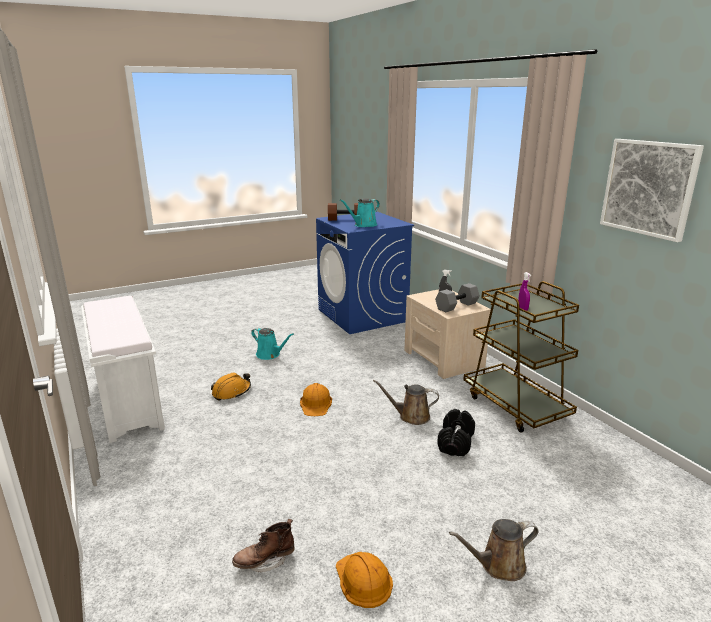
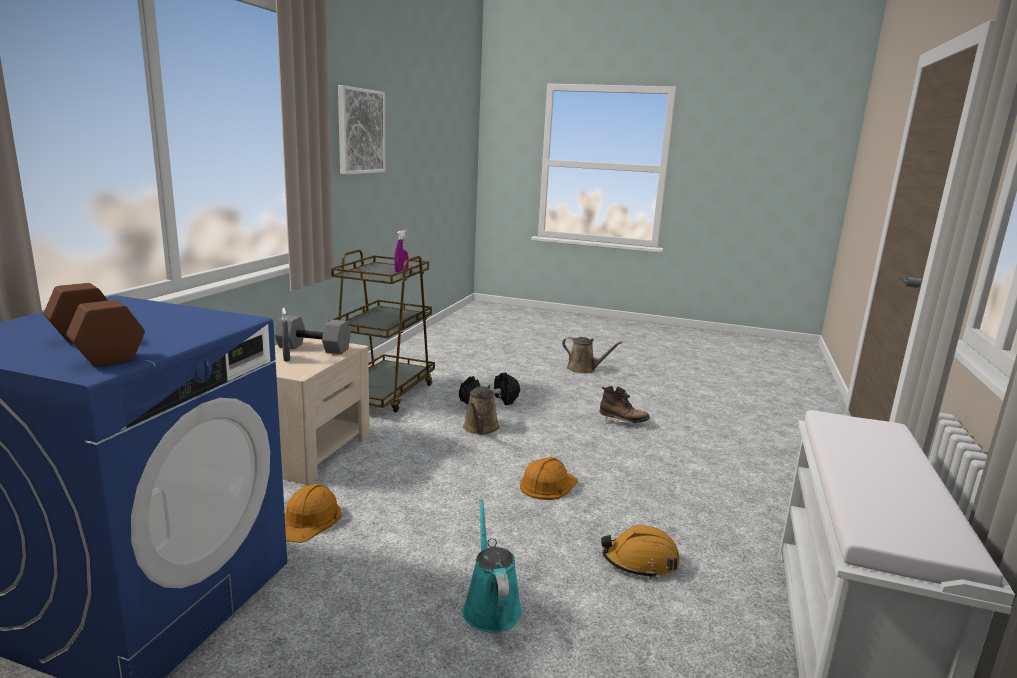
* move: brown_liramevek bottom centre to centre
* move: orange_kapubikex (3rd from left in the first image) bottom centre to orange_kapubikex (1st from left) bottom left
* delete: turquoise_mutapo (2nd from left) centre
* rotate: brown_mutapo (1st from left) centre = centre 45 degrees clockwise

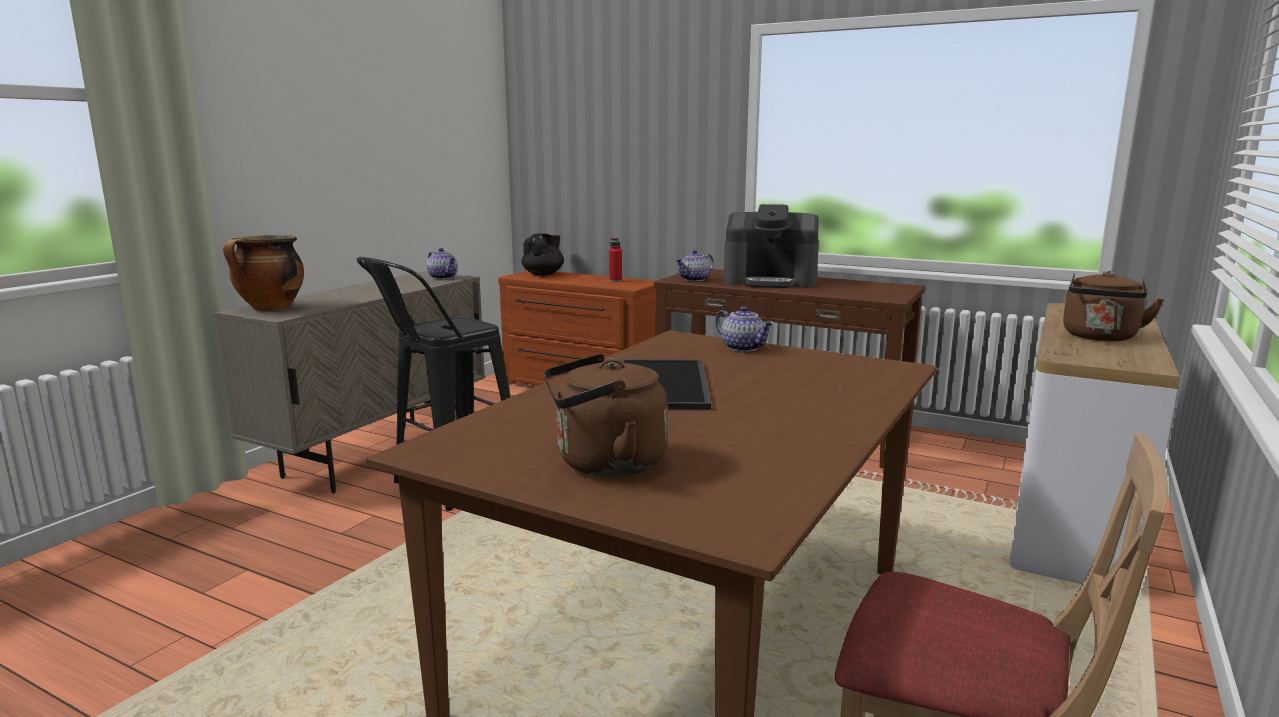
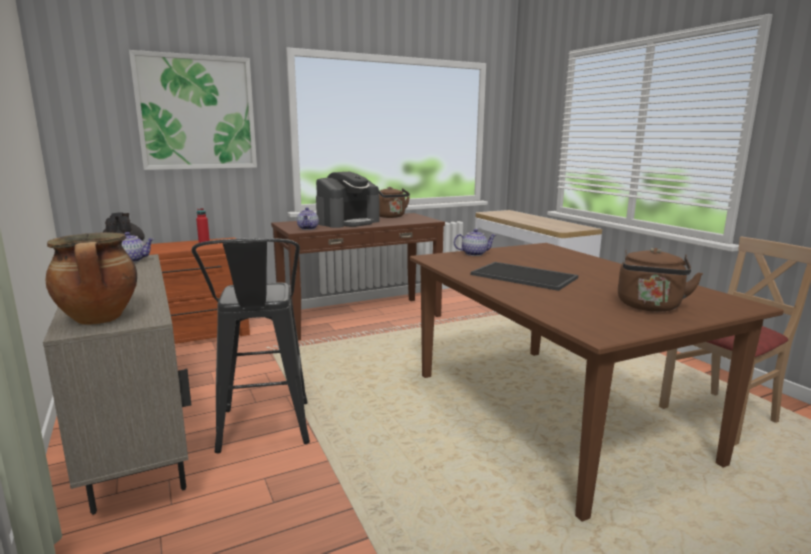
* move: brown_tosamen (2nd from left in the first image) middle right to brown_tosamen (1st from left) centre
* insert: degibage top left

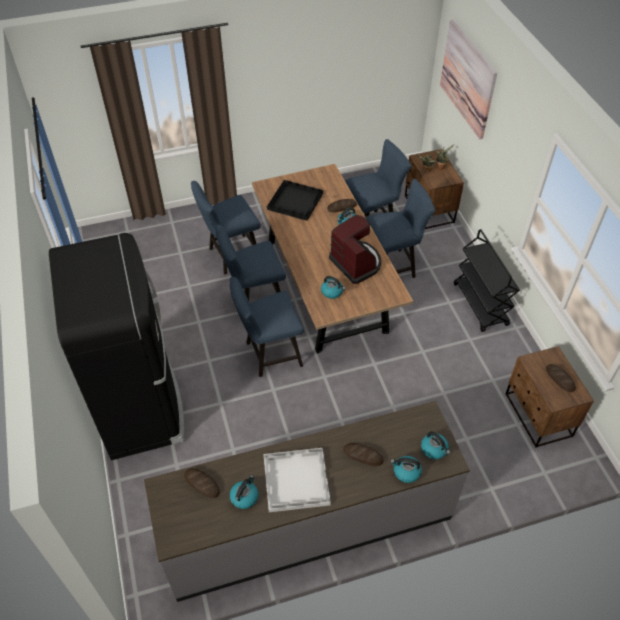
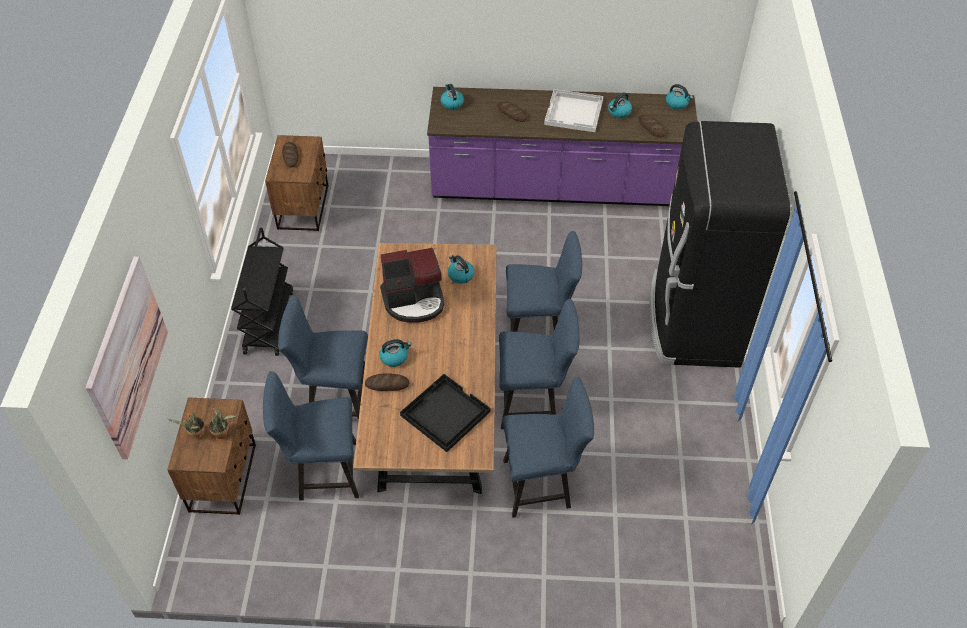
* recolor: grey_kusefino bottom centre to purple_kusefino top centre
* rotate: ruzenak centre = centre 90 degrees counterclockwise
* move: tosamen (4th from left in the first image) bottom centre to tosamen (5th from left) top right

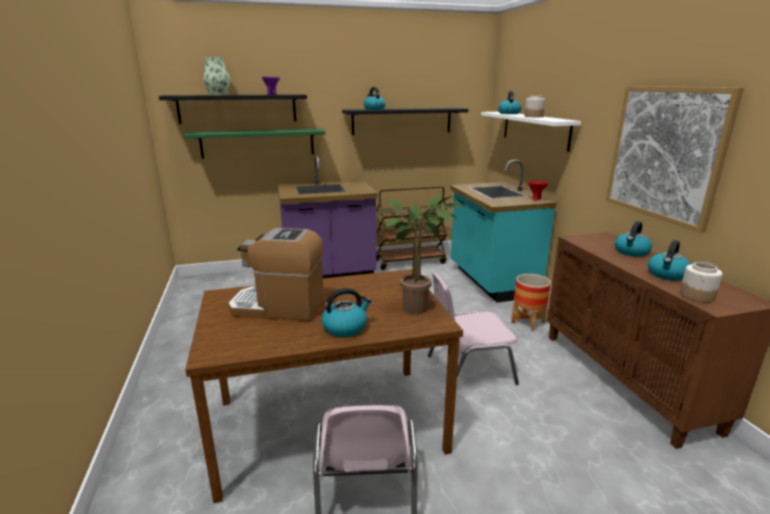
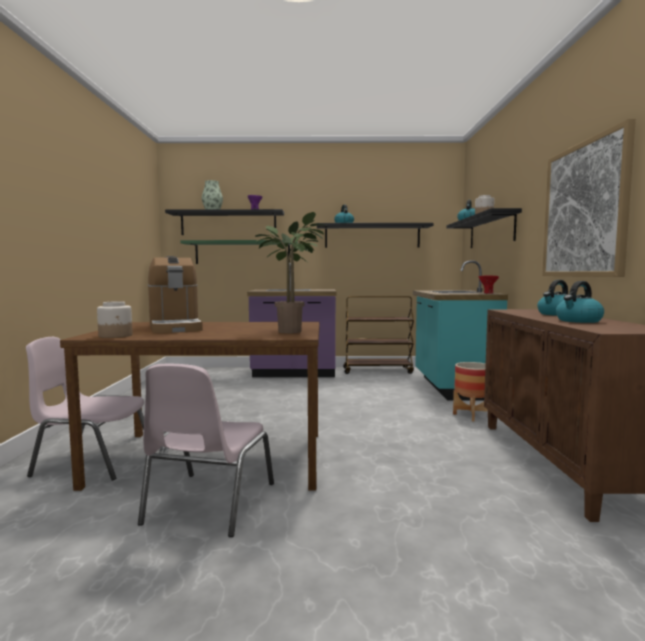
* rotate: ruzenak centre = middle left 135 degrees counterclockwise
* delete: tosamen (1st from left) centre
* move: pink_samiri (2nd from left in the first image) centre to pink_samiri (1st from left) middle left
* recolor: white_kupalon top right to black_kupalon (3rd from left) middle right
* move: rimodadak (2nd from left in the first image) middle right to rimodadak (1st from left) middle left

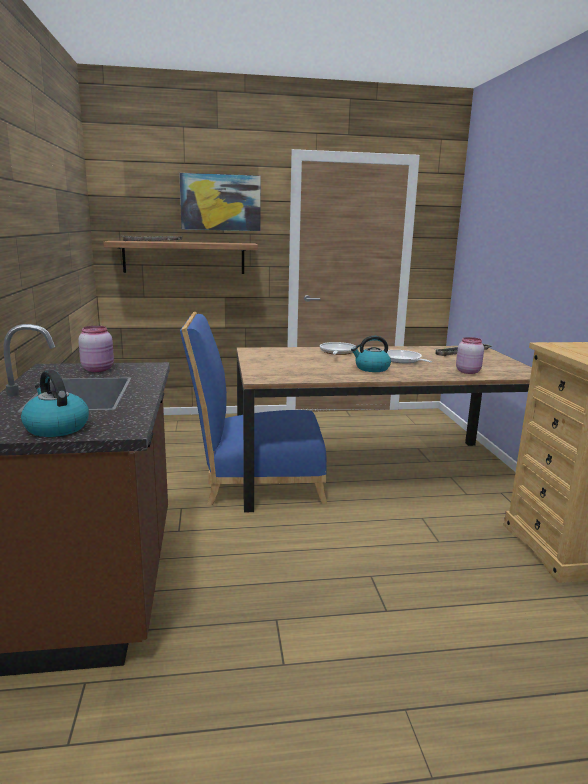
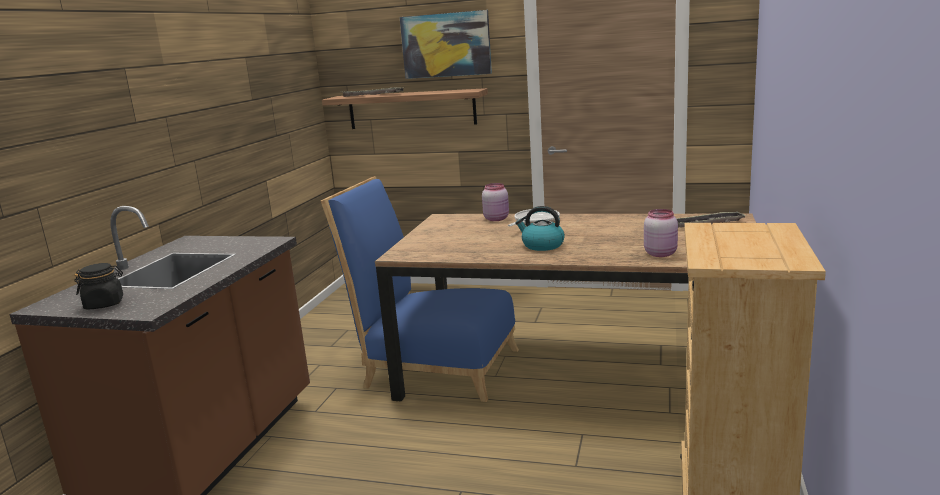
* replace: tosamen (1st from left) middle left to black_rimodadak middle left
* move: pink_rimodadak (1st from left) middle left to centre
* delete: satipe (2nd from left) middle right

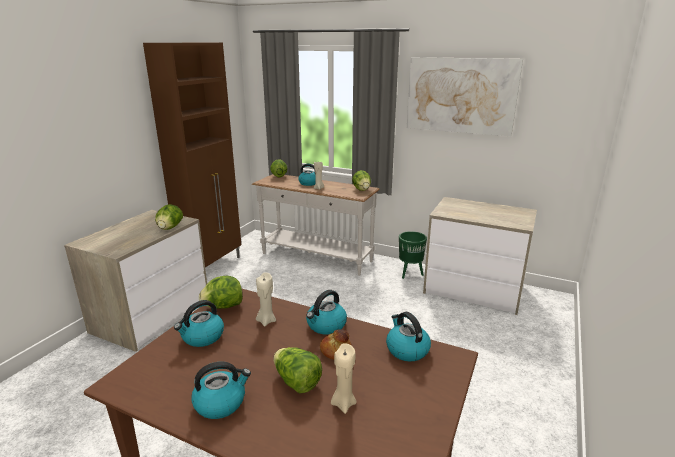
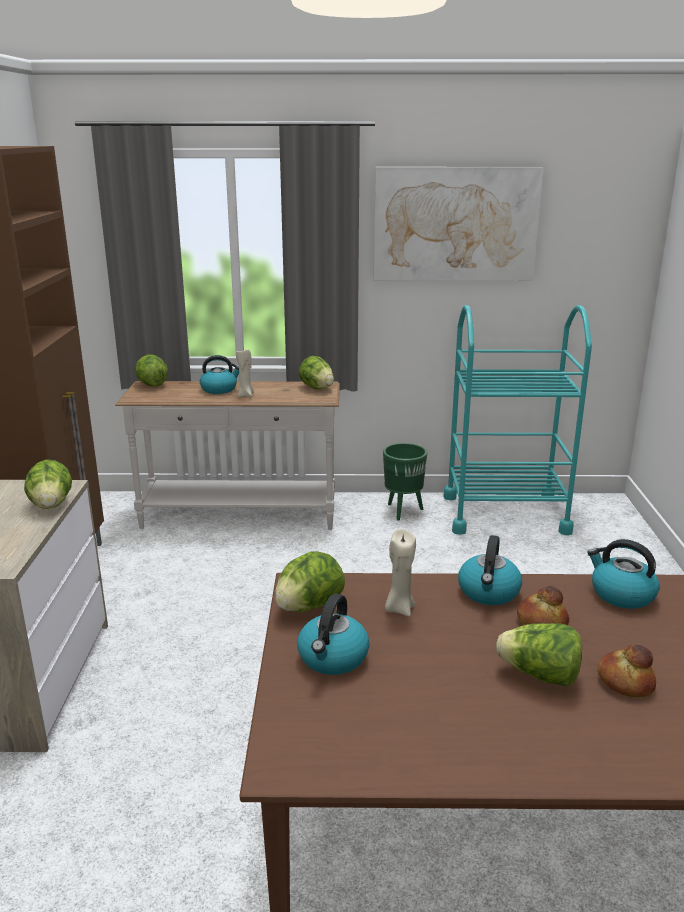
* delete: tosamen (2nd from left) bottom left
* replace: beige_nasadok (3rd from left) bottom centre to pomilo (2nd from left) bottom right
* replace: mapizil (2nd from left) middle right to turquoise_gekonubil middle right

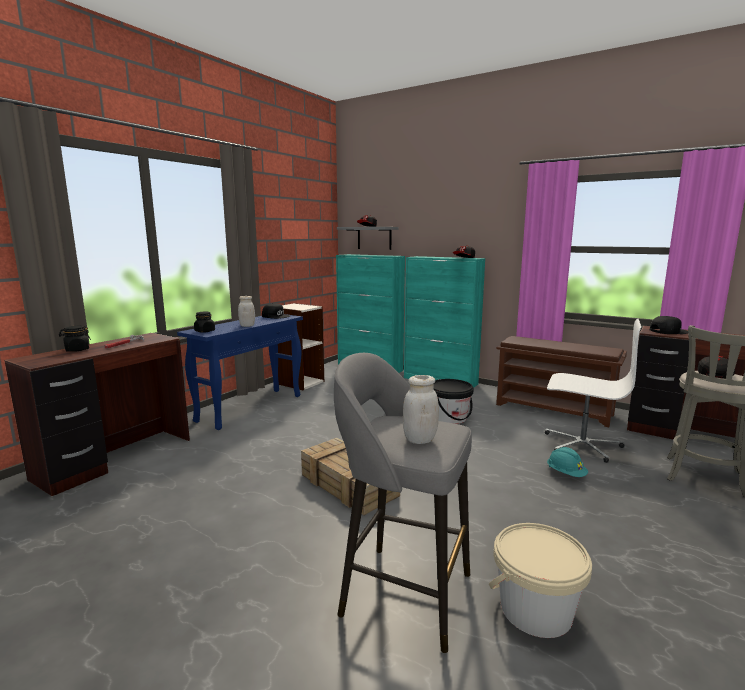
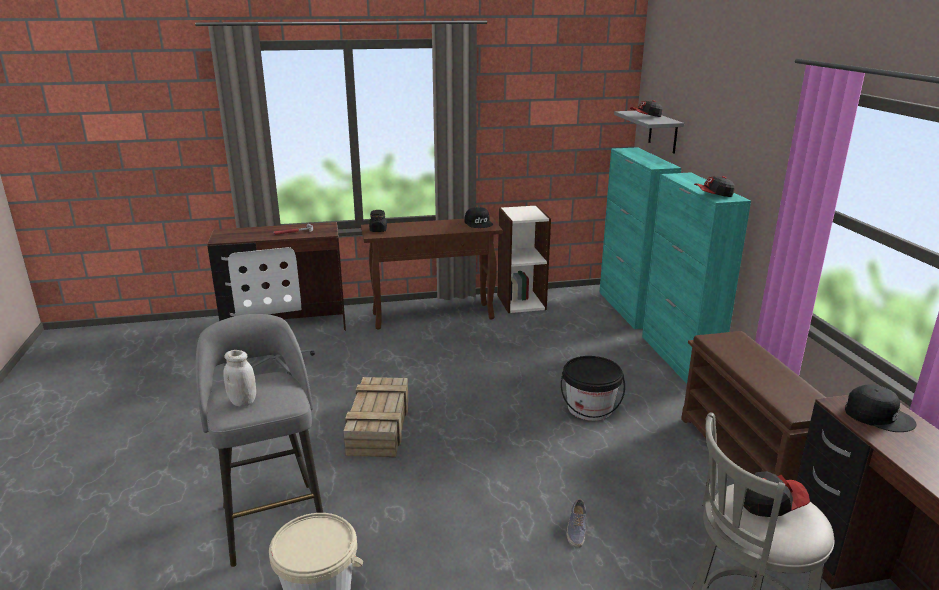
* delete: black_rimodadak (1st from left) middle left
* recolor: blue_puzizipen middle left to brown_puzizipen centre
* delete: white_rimodadak (1st from left) middle left
* move: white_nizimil middle right to middle left
* replace: turquoise_kapubikex bottom right to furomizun bottom centre

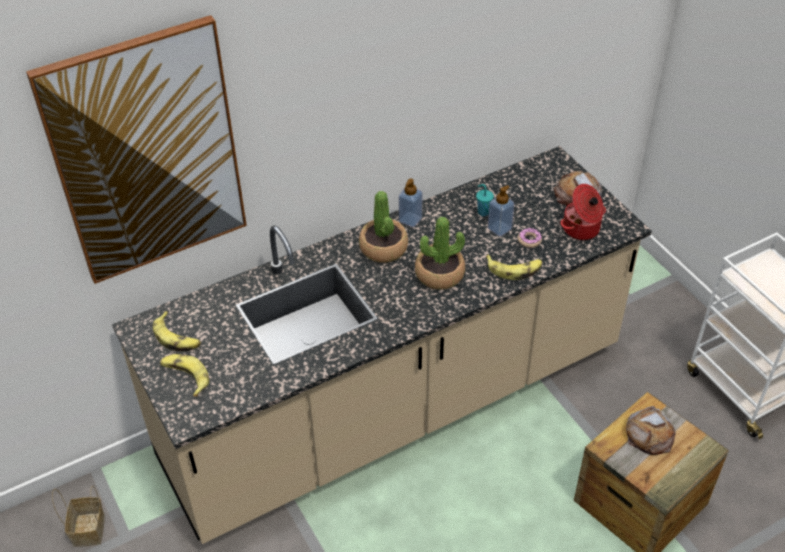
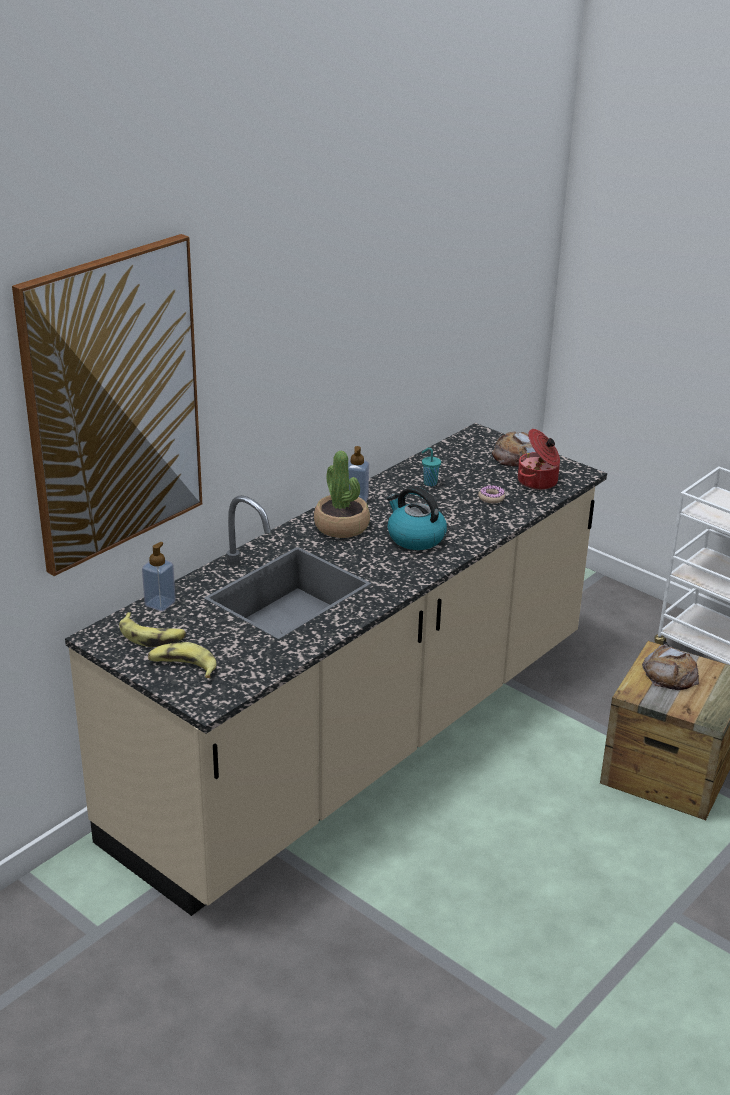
* delete: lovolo bottom left
* replace: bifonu (2nd from left) centre to tosamen centre
* delete: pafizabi (3rd from left) centre
* move: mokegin (2nd from left in the first image) centre to mokegin (1st from left) middle left

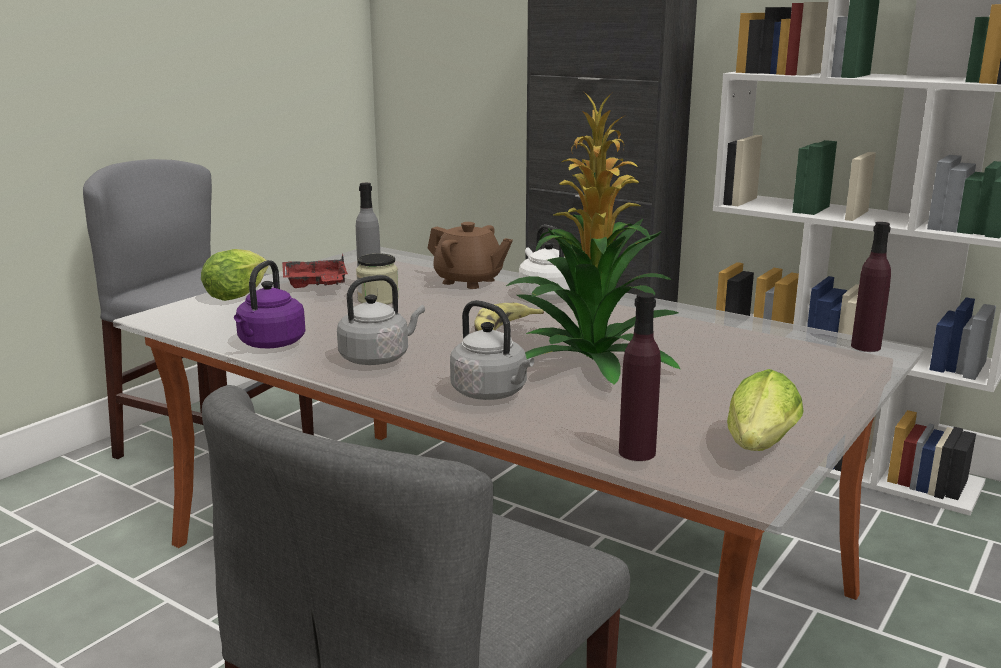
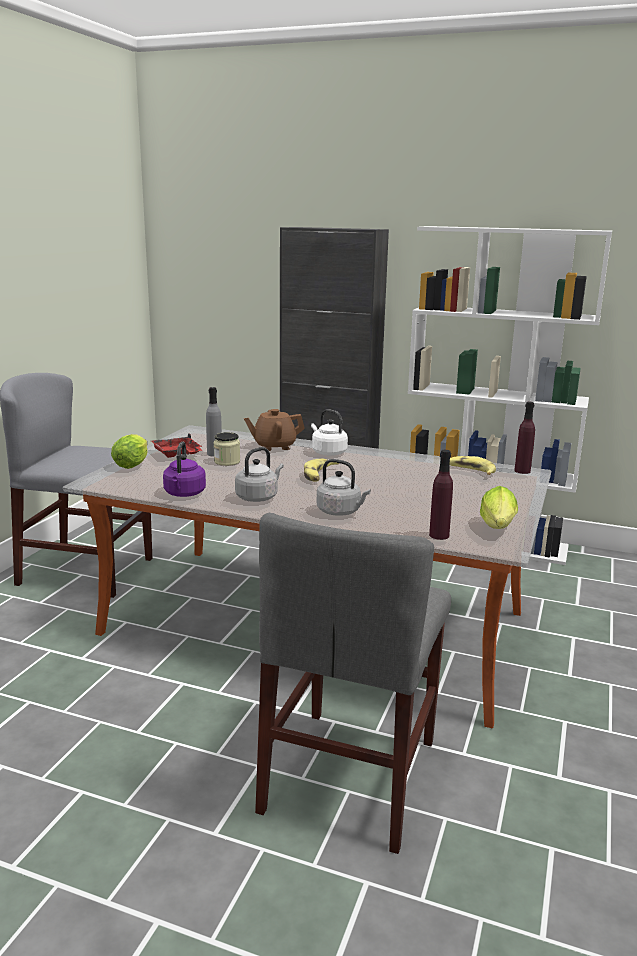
* rotate: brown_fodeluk centre = centre 150 degrees clockwise
* delete: bifonu centre
* insert: pafizabi (2nd from left) middle right

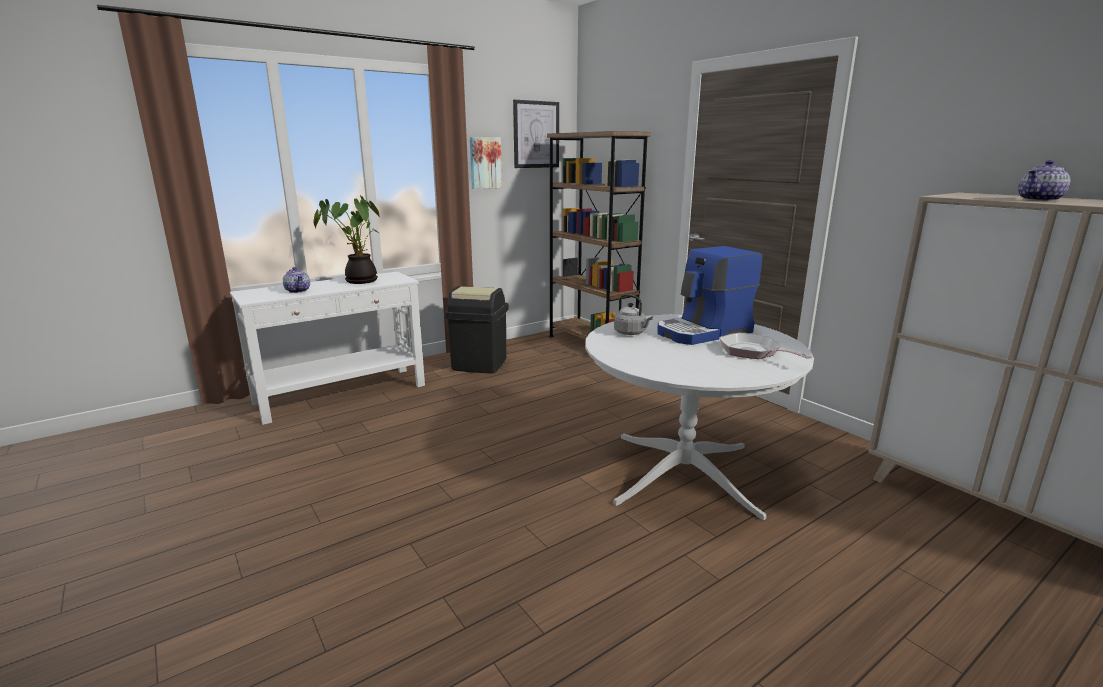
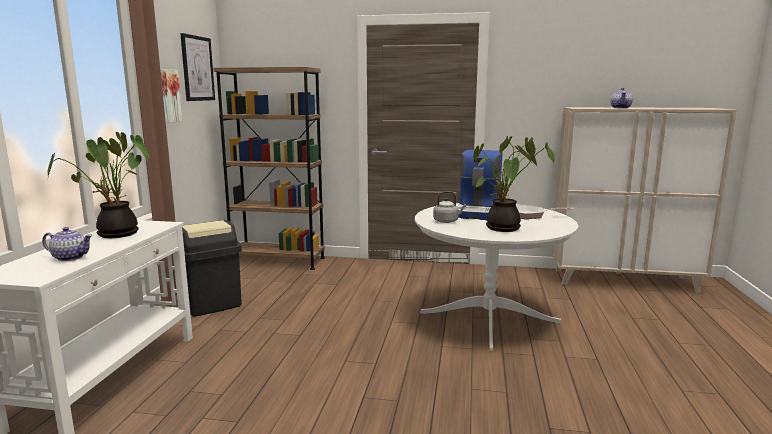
* insert: bifonu (2nd from left) centre

